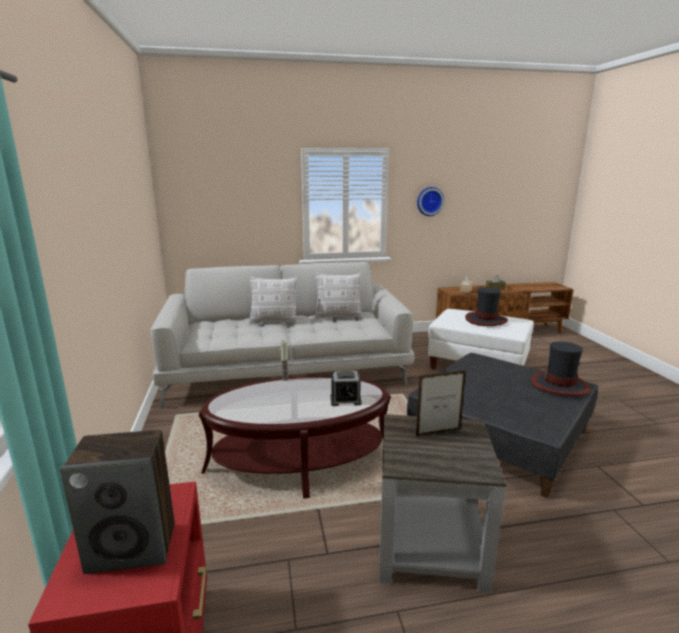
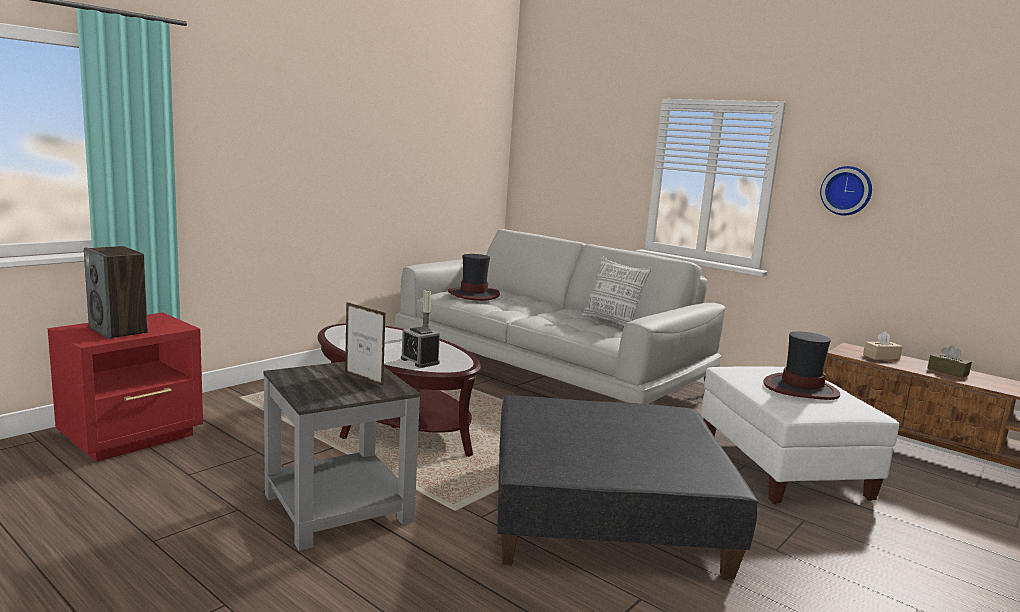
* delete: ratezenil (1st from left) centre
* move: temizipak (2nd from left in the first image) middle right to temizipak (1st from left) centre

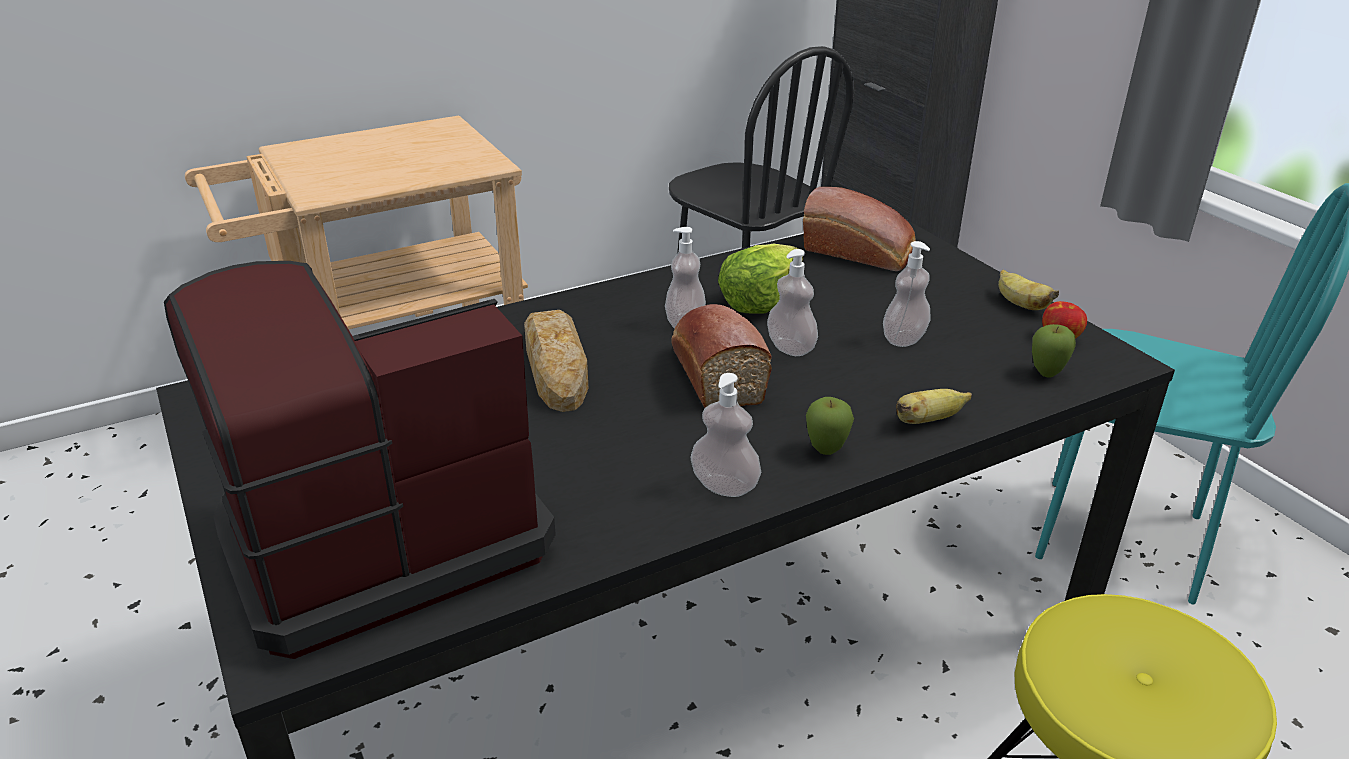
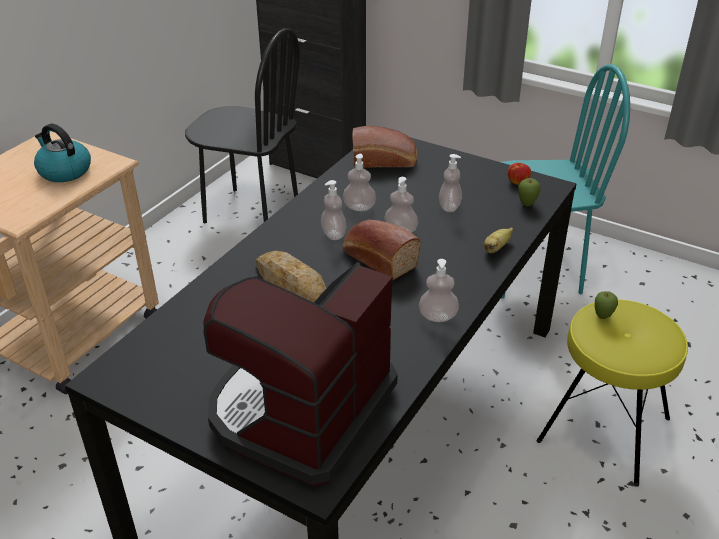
* replace: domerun centre to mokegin (2nd from left) centre
* move: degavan (1st from left in the first image) centre to degavan (3rd from left) middle right
* delete: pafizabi (2nd from left) middle right
* insert: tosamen top left

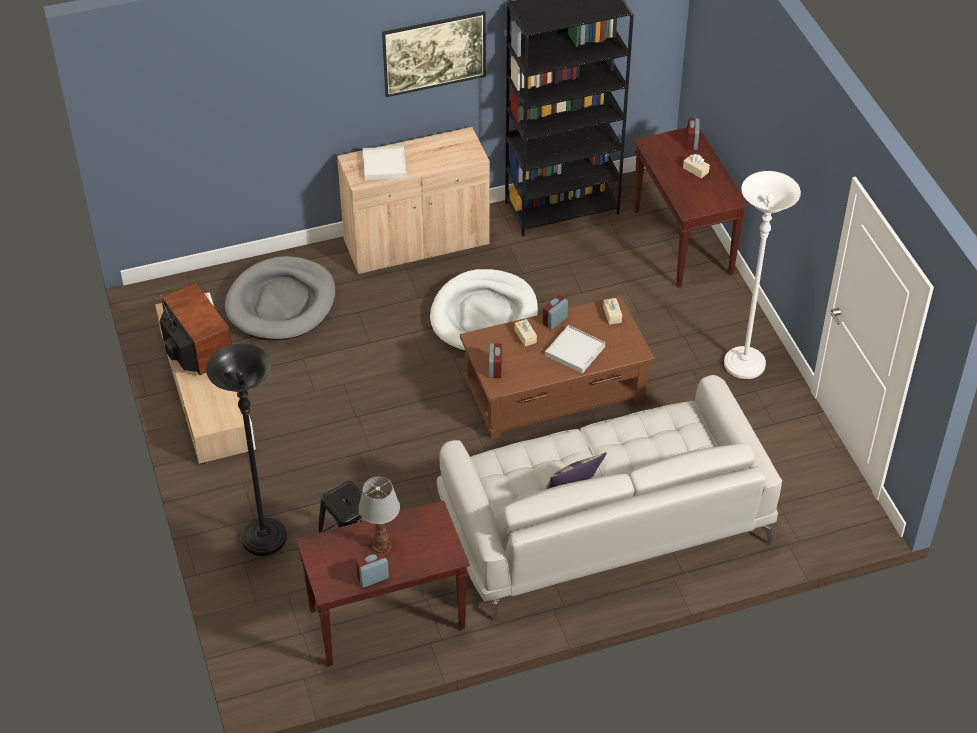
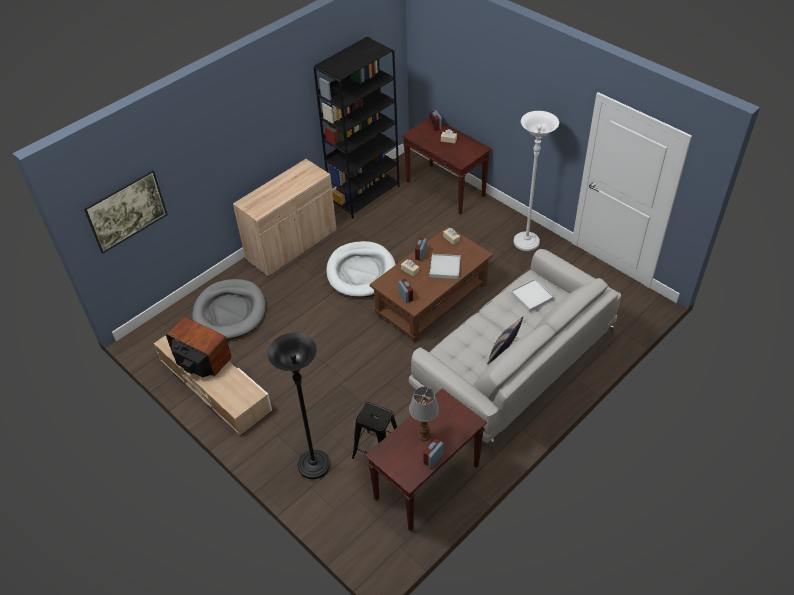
* move: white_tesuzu (1st from left in the first image) top centre to white_tesuzu (2nd from left) middle right
* move: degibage top centre to middle left

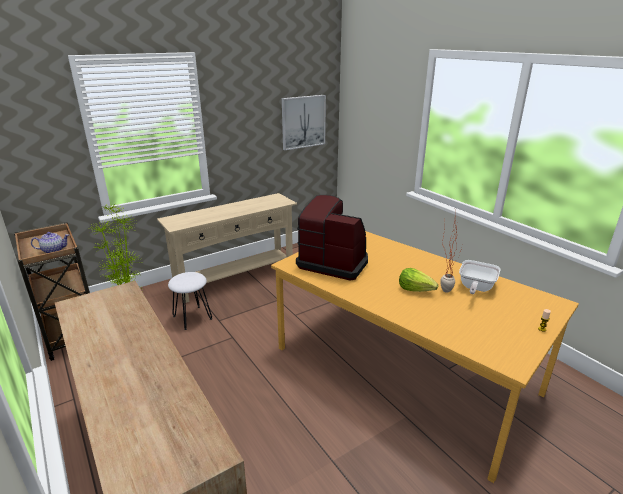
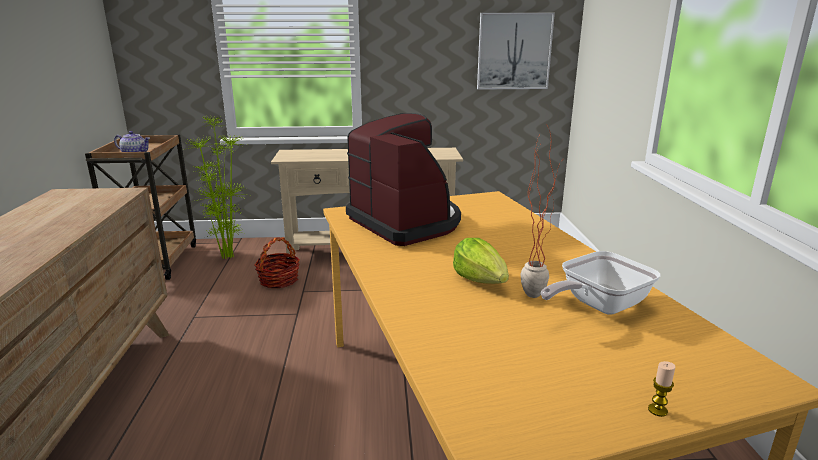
* replace: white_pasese middle left to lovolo centre

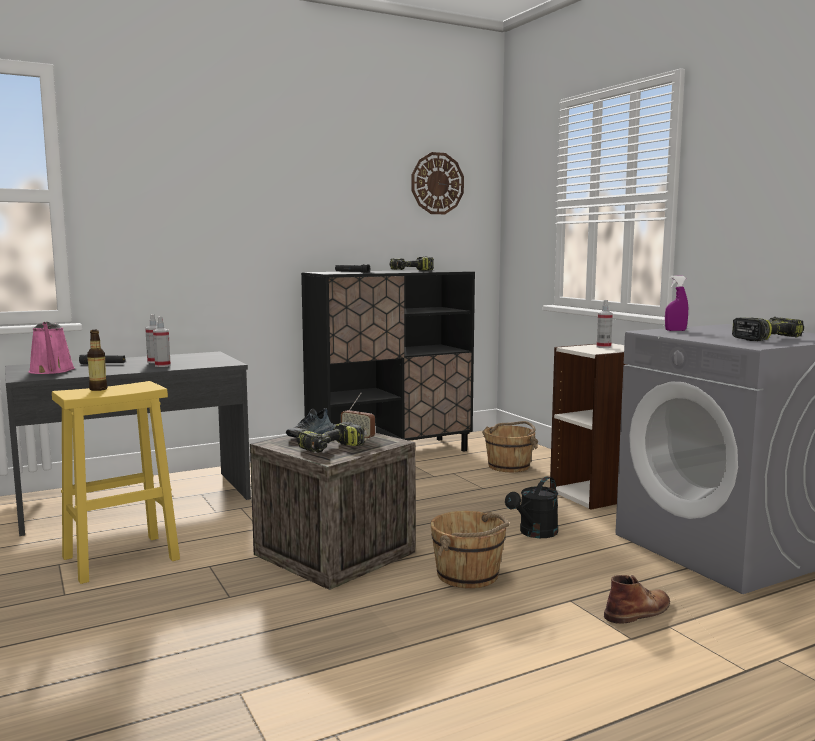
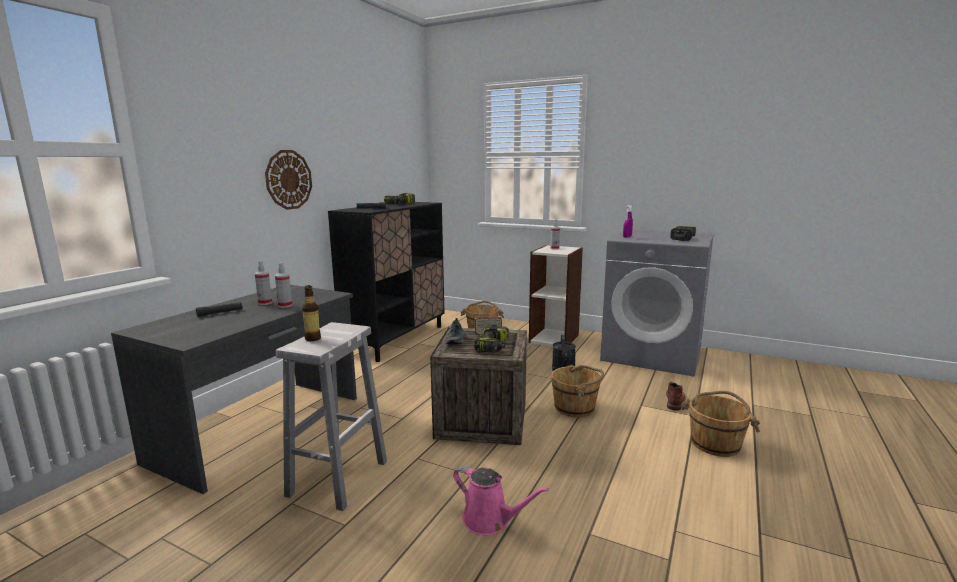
* move: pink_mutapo middle left to bottom centre
* recolor: yellow_pasese middle left to white_pasese bottom centre
* move: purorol top centre to top left
* insert: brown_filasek (3rd from left) bottom right

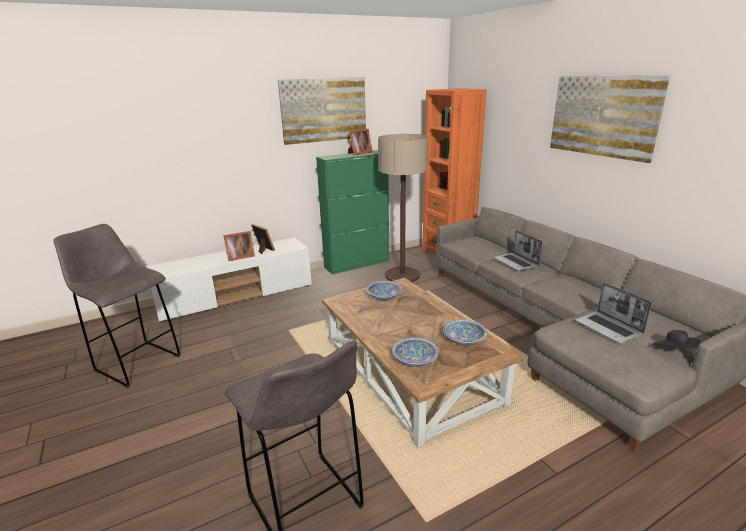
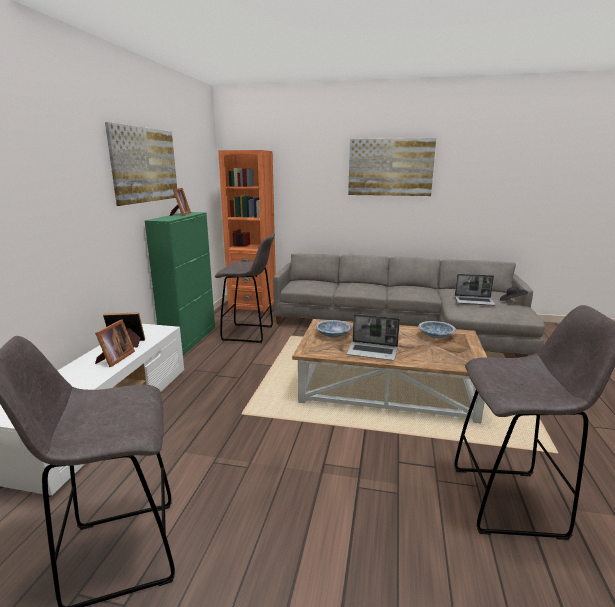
* replace: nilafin centre to grey_pasese (2nd from left) centre
* delete: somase (2nd from left) centre
* move: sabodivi (1st from left) middle right to centre

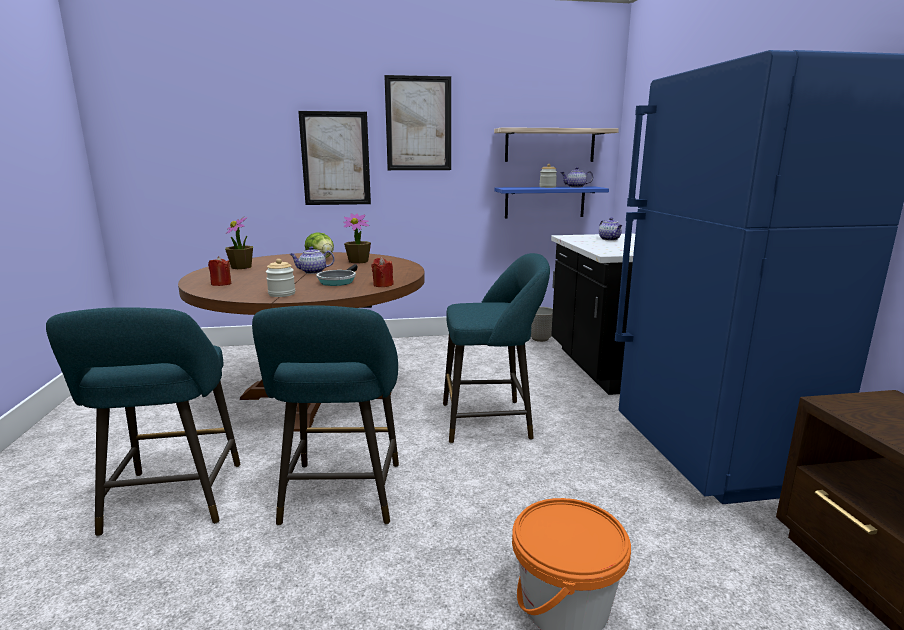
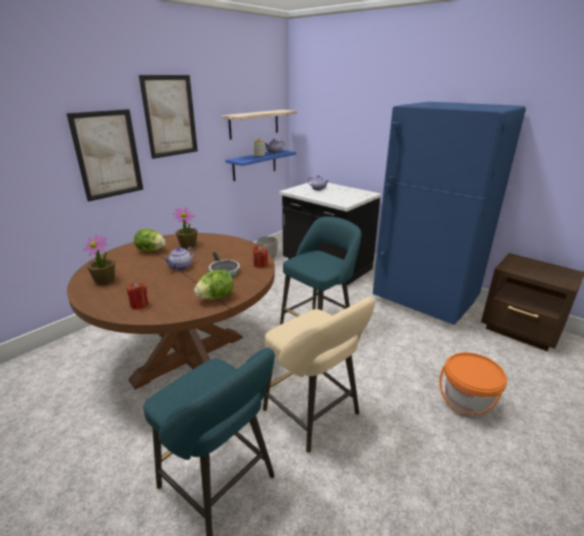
* recolor: turquoise_pasese (2nd from left) centre to beige_pasese bottom centre
* replace: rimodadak (1st from left) middle left to domerun (2nd from left) centre

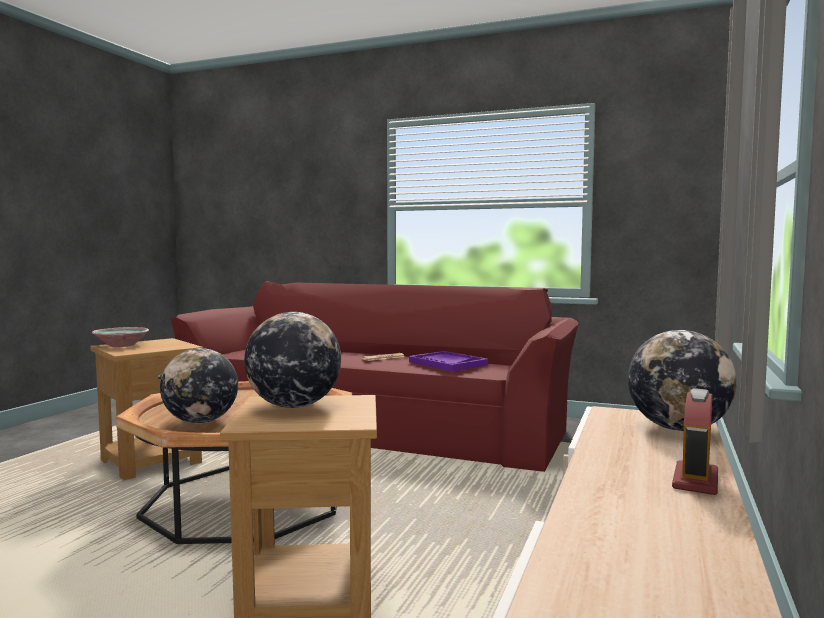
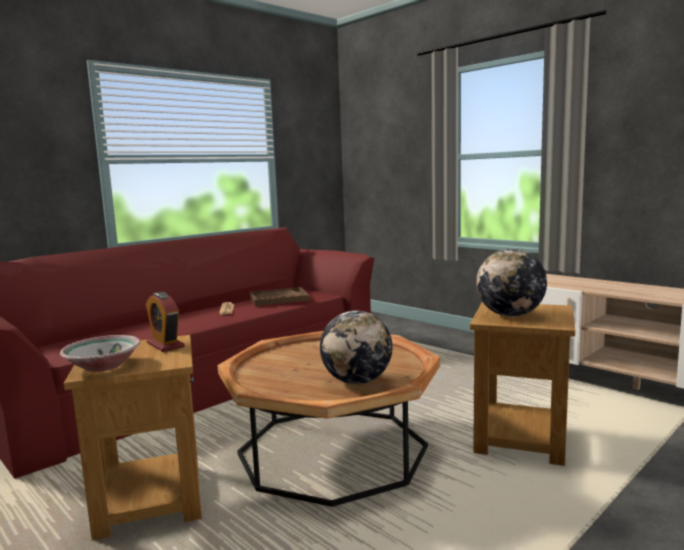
* recolor: purple_tesuzu centre to brown_tesuzu centre
* delete: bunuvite (3rd from left) middle right
* move: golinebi bottom right to middle left

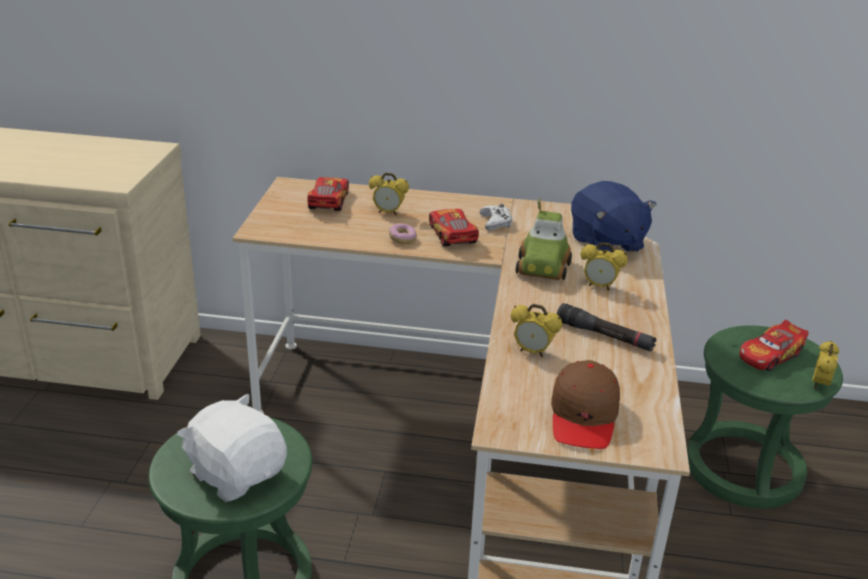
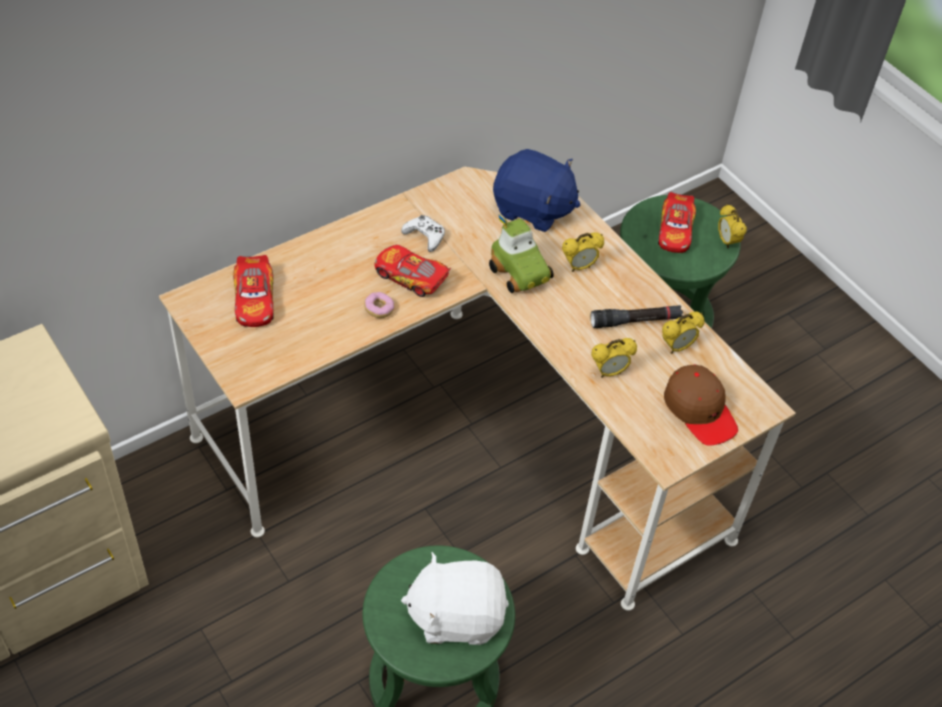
* rotate: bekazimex (1st from left) centre = middle left 150 degrees counterclockwise
* move: golinebi (1st from left in the first image) centre to golinebi (3rd from left) middle right

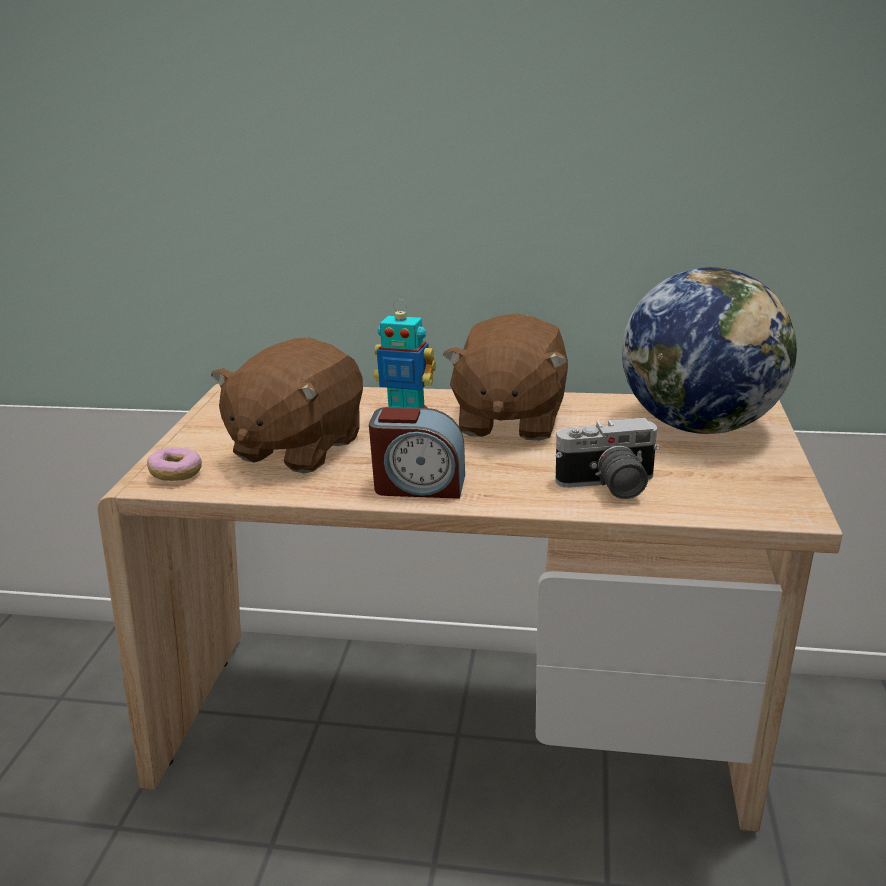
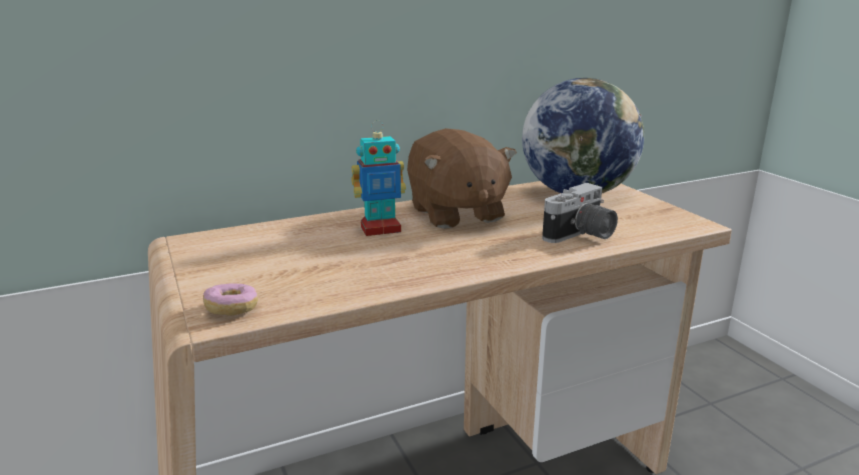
* delete: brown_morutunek (1st from left) middle left
* delete: golinebi centre

